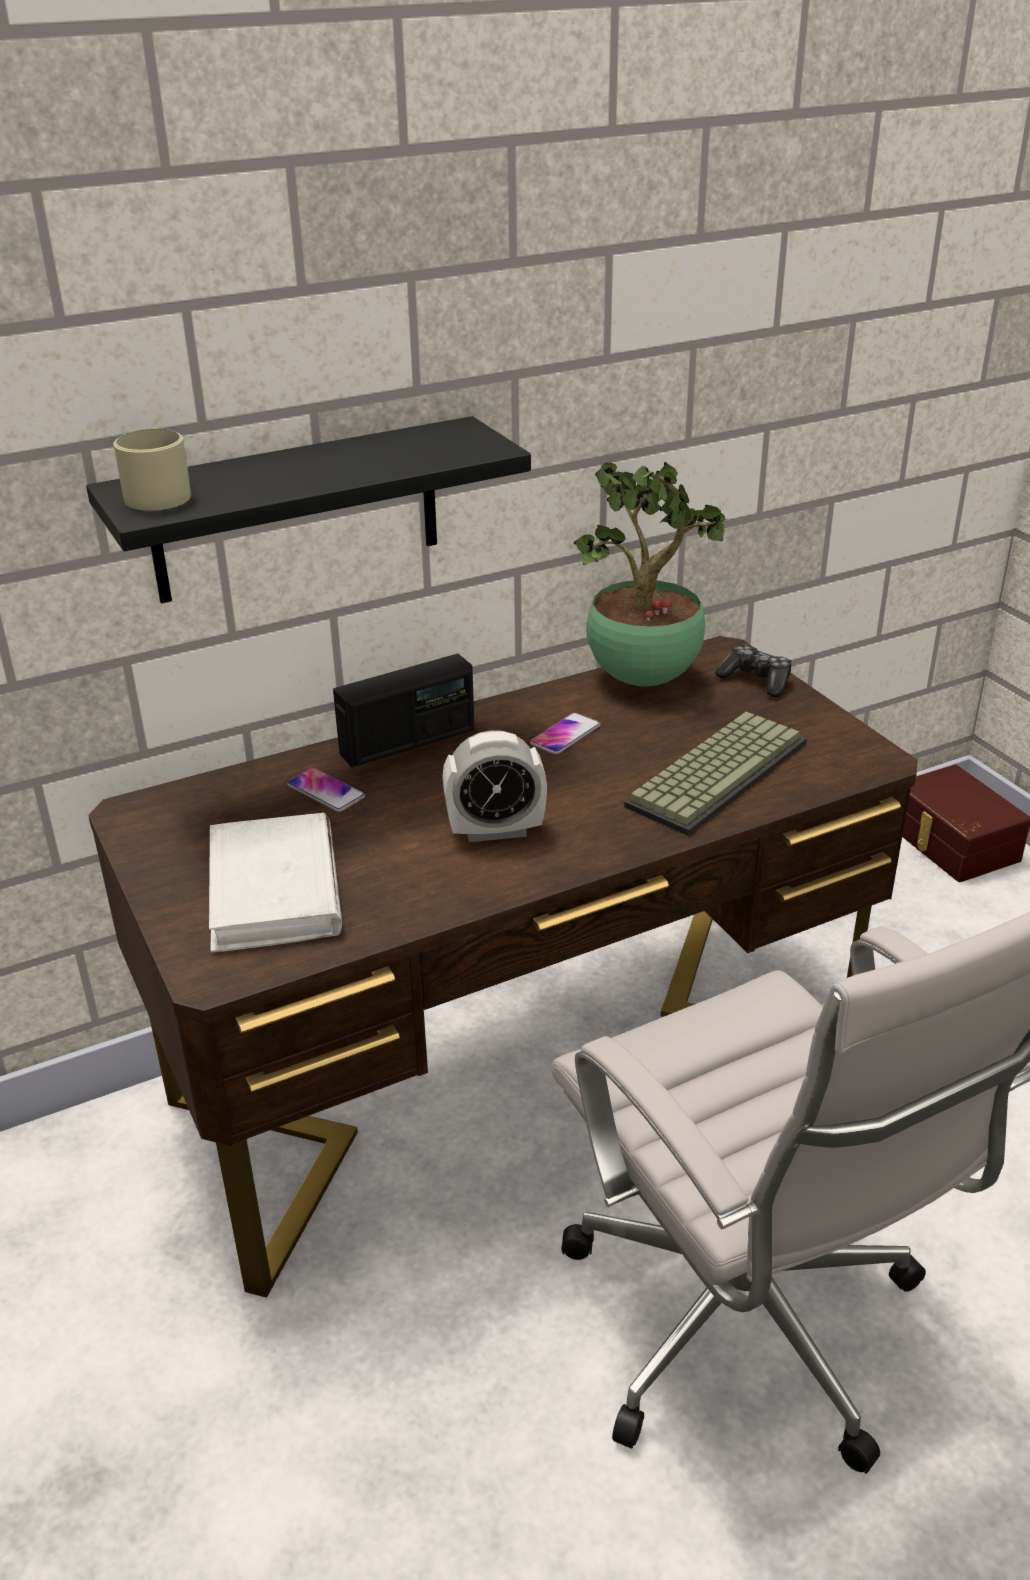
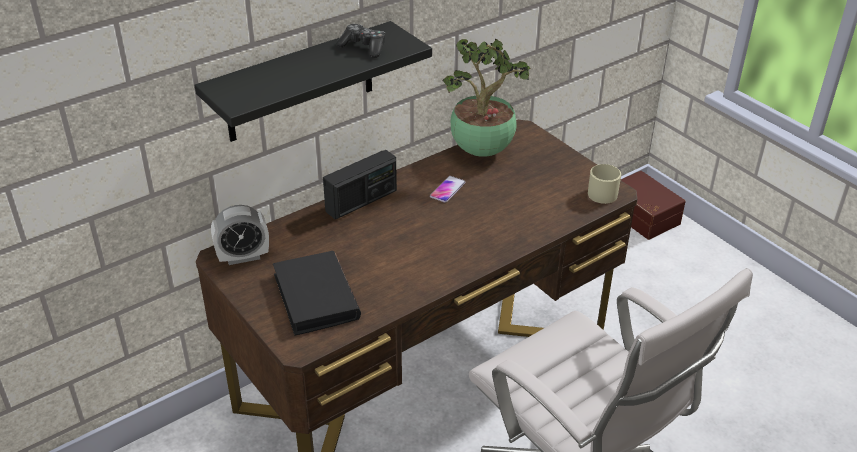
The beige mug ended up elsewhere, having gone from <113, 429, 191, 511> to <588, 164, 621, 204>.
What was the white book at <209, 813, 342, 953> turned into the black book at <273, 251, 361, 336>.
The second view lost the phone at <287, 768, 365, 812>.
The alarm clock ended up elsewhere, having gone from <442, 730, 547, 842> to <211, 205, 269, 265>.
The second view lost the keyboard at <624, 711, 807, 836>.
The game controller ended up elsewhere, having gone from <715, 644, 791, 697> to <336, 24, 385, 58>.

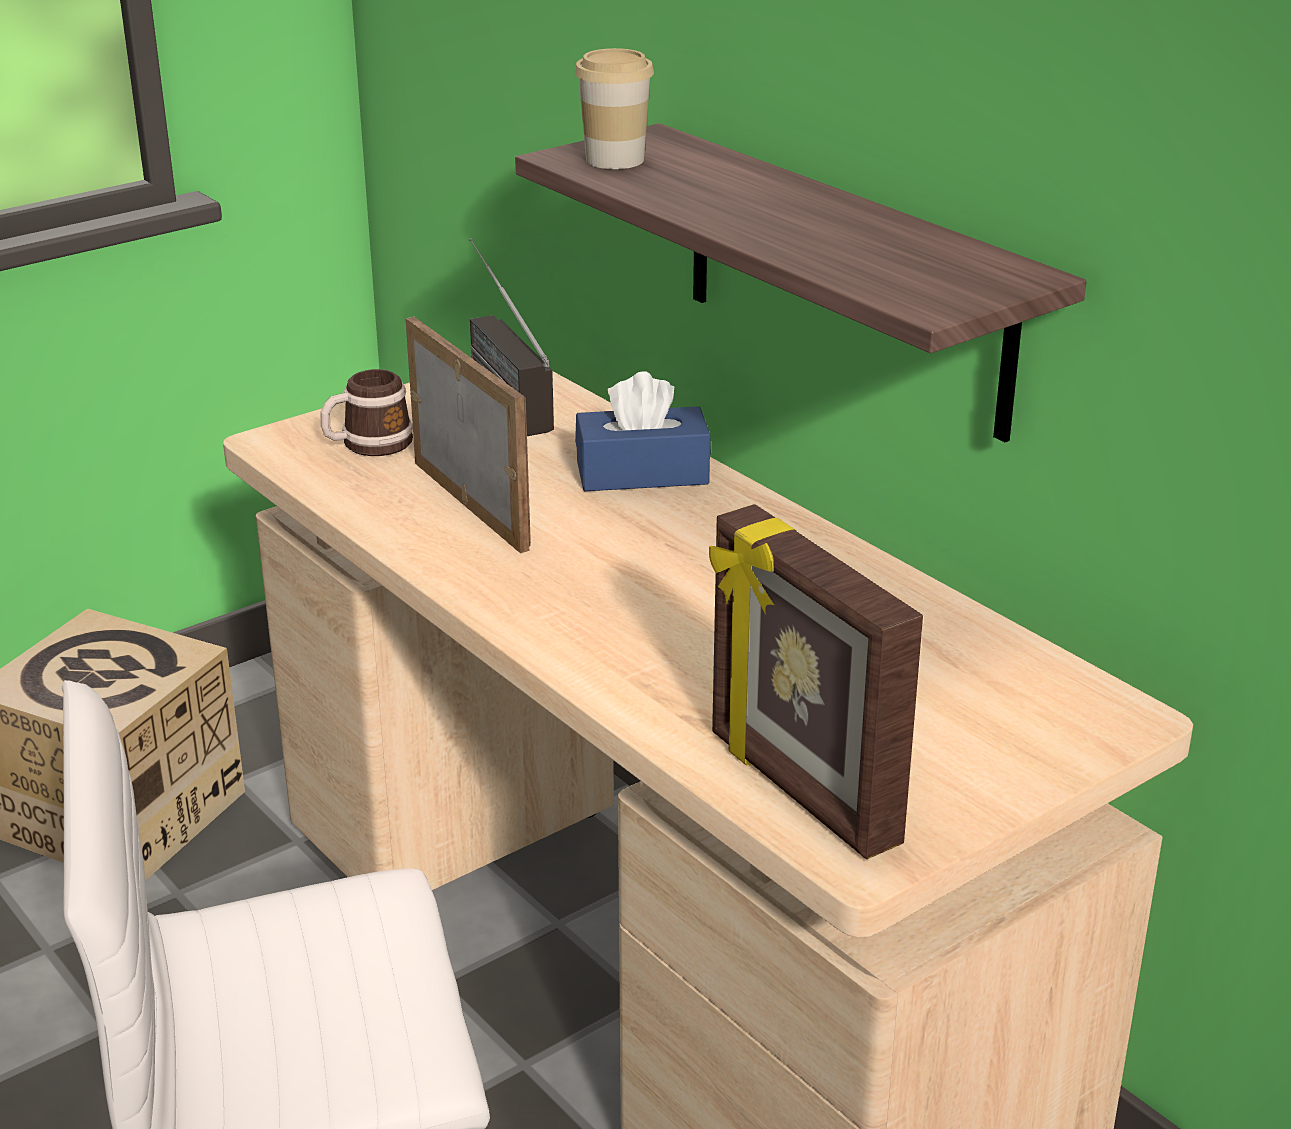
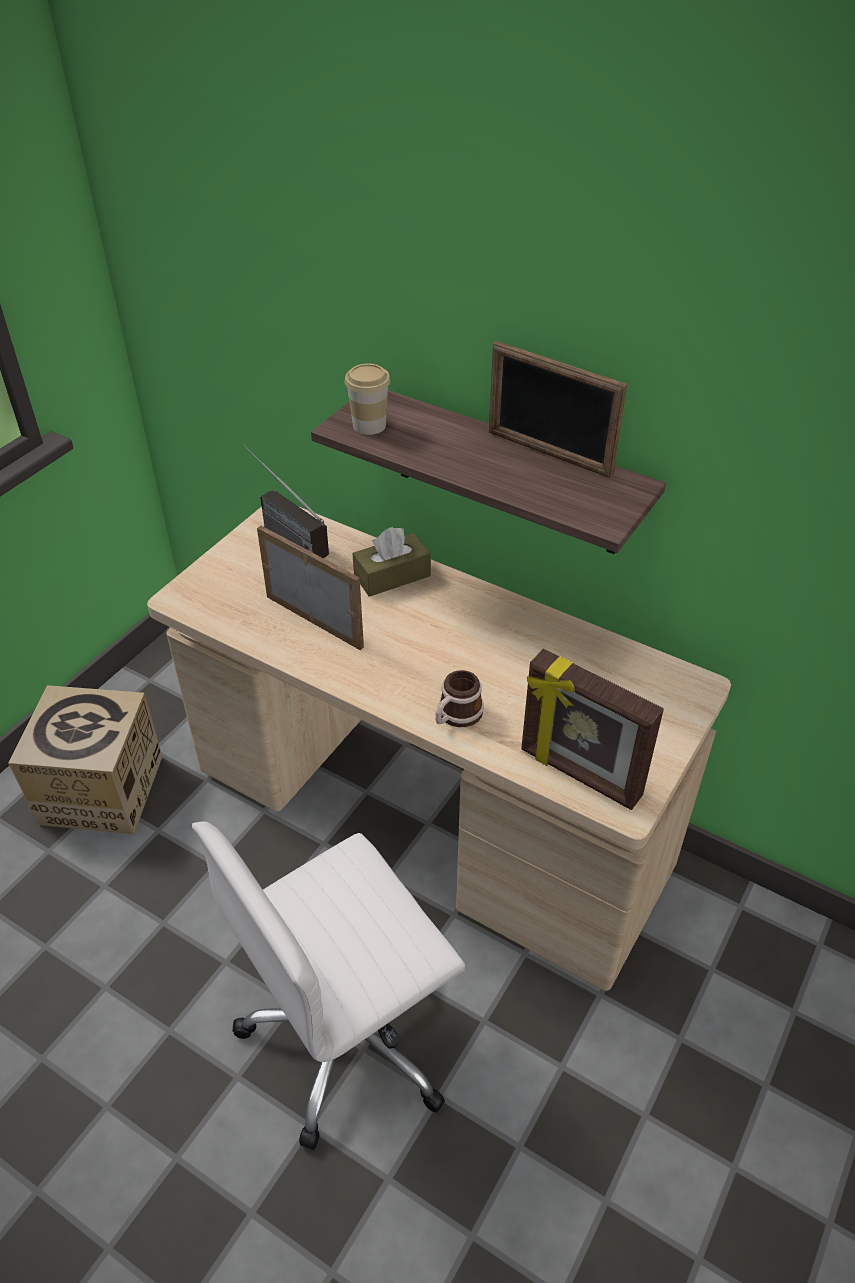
The mug ended up elsewhere, having gone from <321, 369, 413, 456> to <435, 670, 484, 727>.
What was the blue tissue box at <575, 372, 711, 491> turned into the brown tissue box at <352, 527, 431, 597>.
The second view gained the picture frame at <489, 341, 627, 478>.

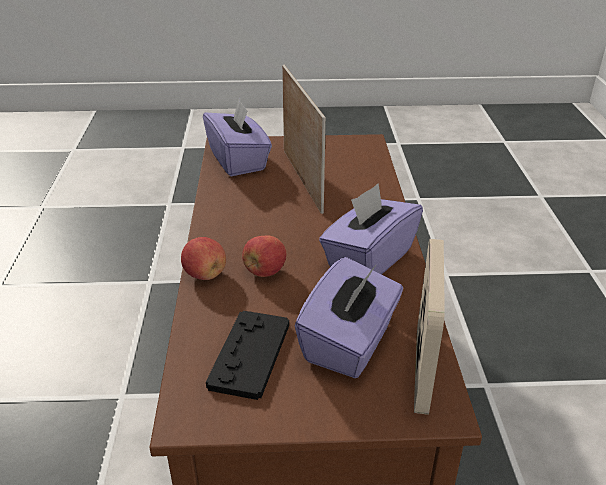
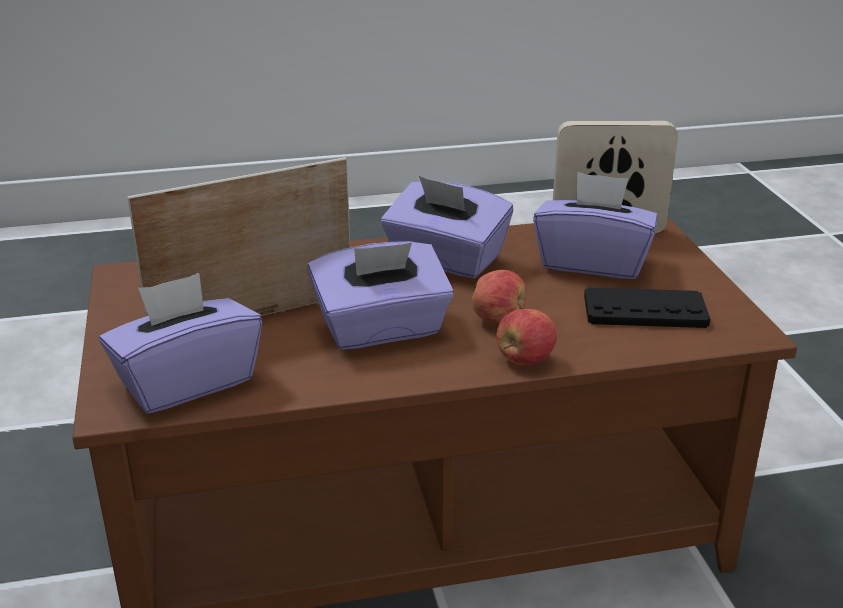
The second view gained the purple tissue box at <308, 241, 454, 350>.

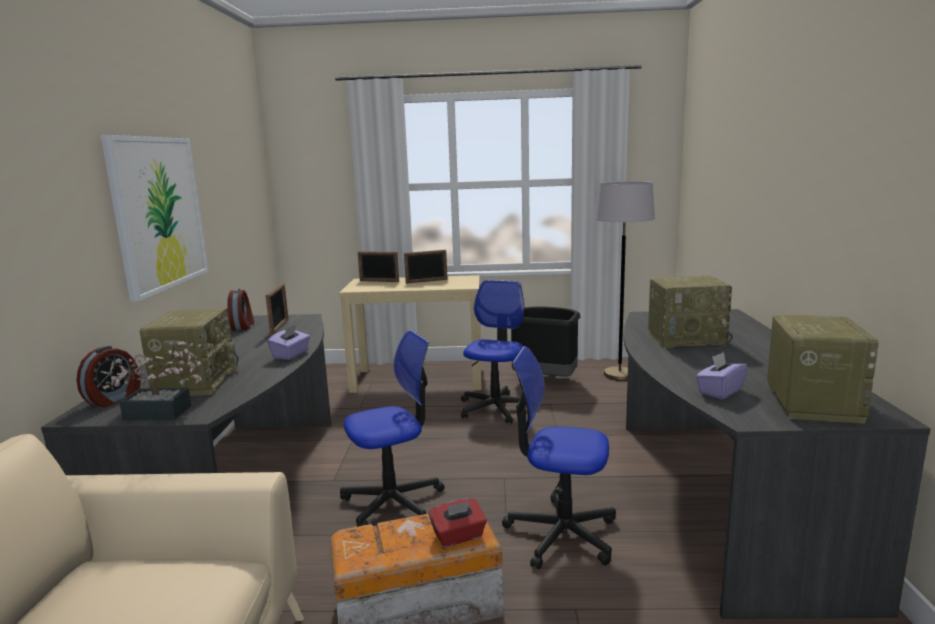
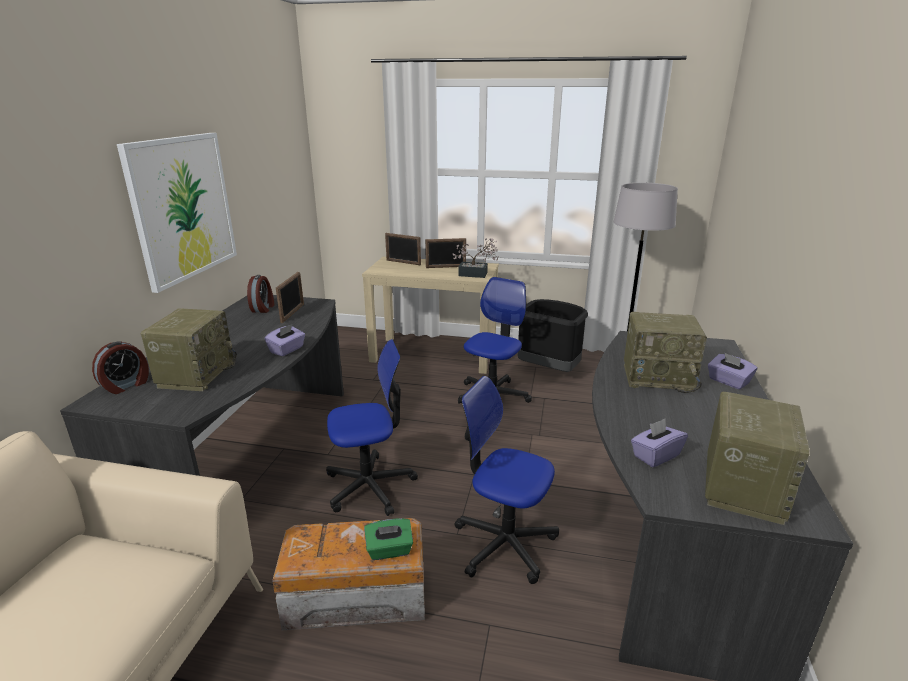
The potted plant ended up elsewhere, having gone from <103, 341, 201, 421> to <453, 238, 498, 278>.
What was the red tissue box at <429, 499, 487, 547> turned into the green tissue box at <364, 518, 413, 560>.
The second view gained the purple tissue box at <708, 353, 758, 390>.

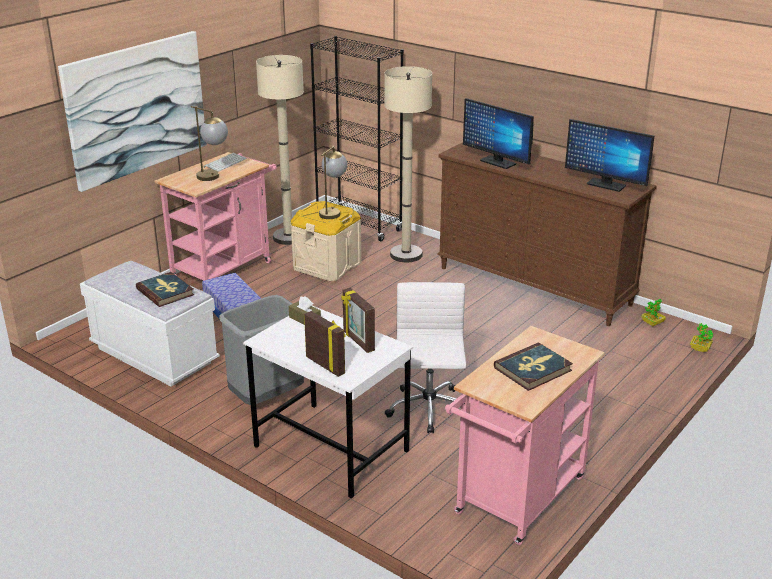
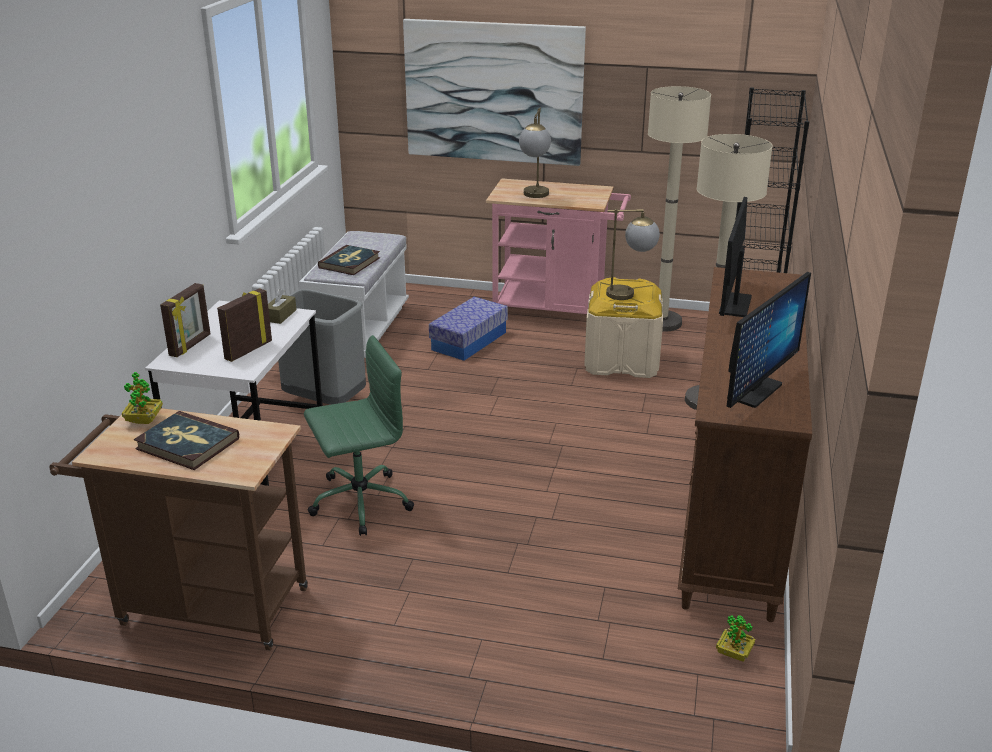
The second view lost the keyboard at <203, 153, 247, 172>.
What was the white office chair at <385, 282, 466, 433> turned into the green office chair at <304, 335, 414, 536>.
What was the pink cart at <445, 326, 605, 545> turned into the brown cart at <50, 408, 308, 650>.
The monitor at <565, 119, 654, 192> ended up facing another way, 150 degrees counterclockwise from before.
The potted plant ended up elsewhere, having gone from <690, 323, 713, 352> to <122, 372, 163, 424>.

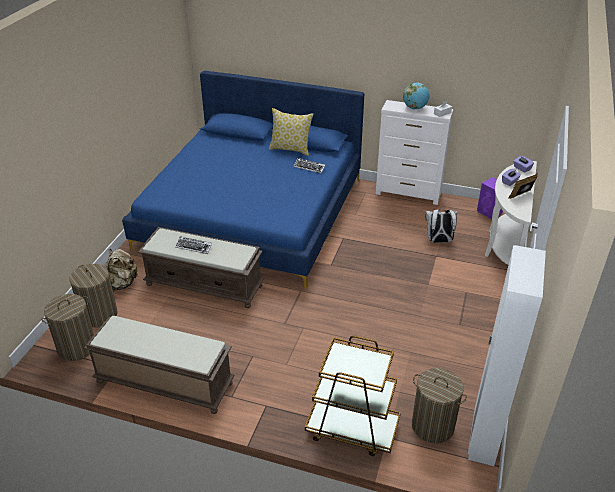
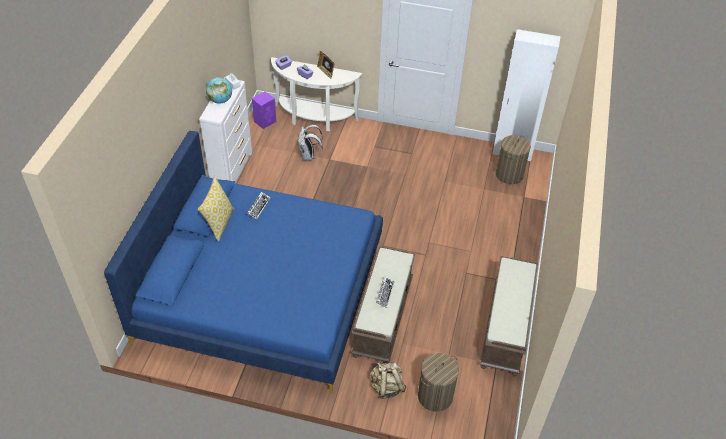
The second view lost the laundry basket at <41, 294, 94, 361>.
The second view lost the brown cart at <305, 336, 401, 456>.

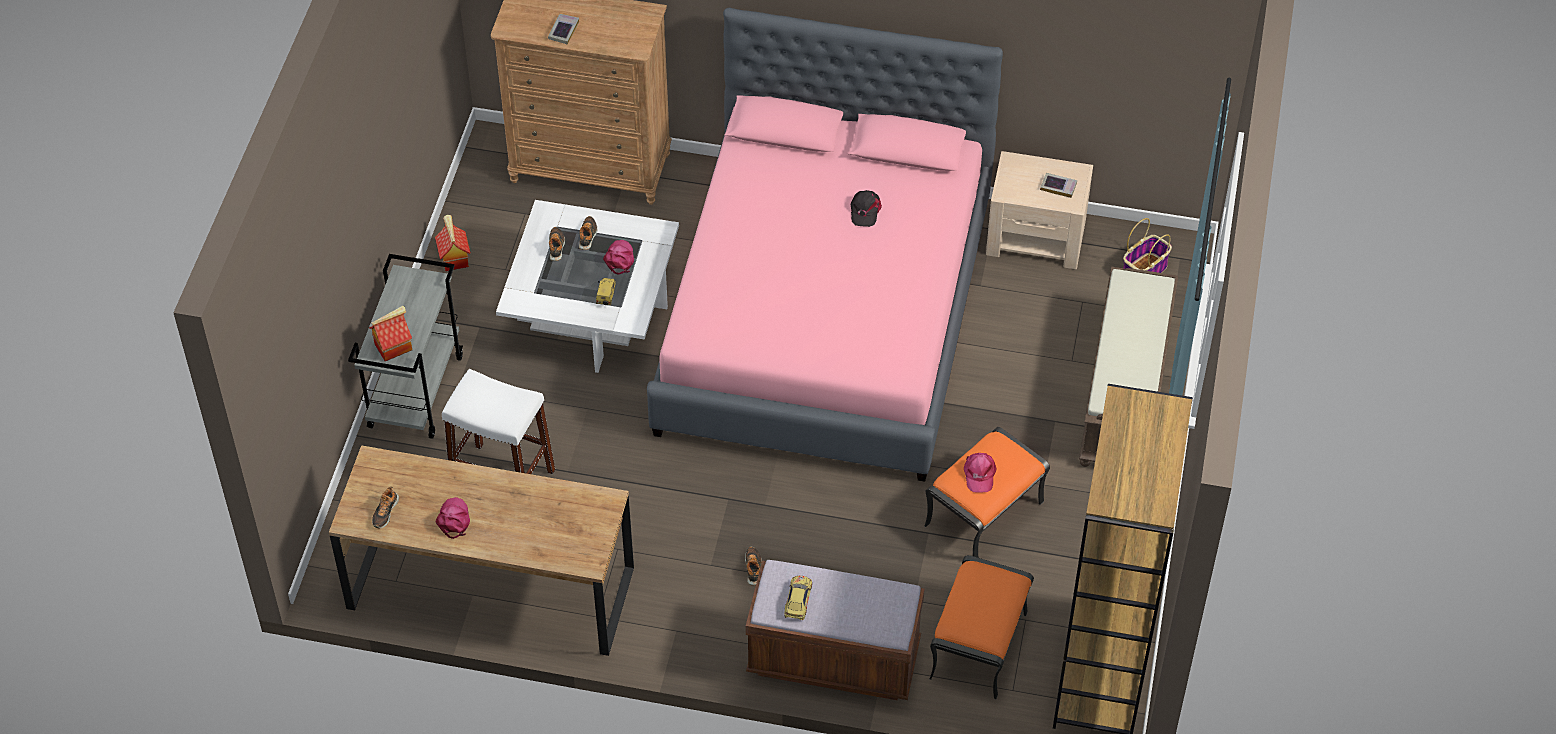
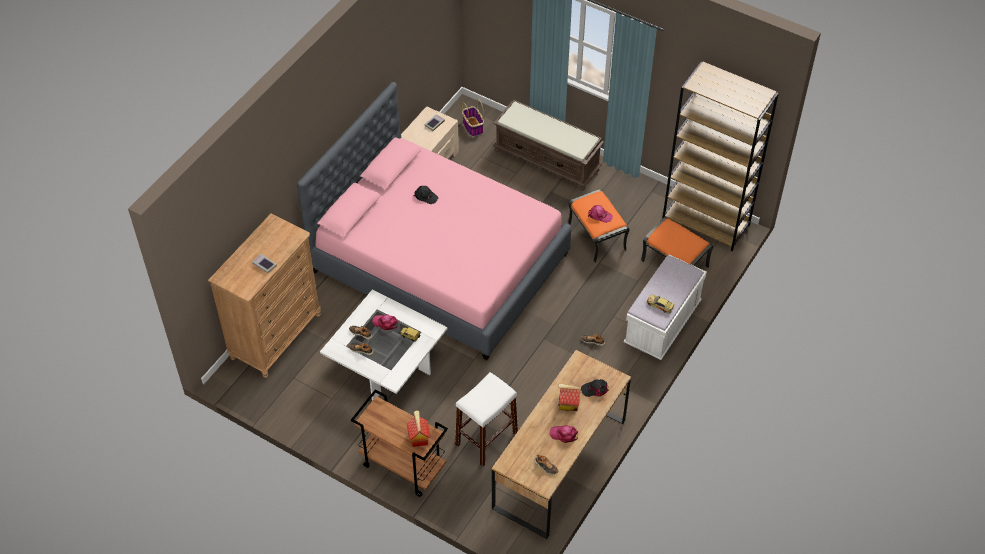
What was the grey cart at <348, 254, 463, 439> turned into the brown cart at <351, 389, 448, 497>.
The toy house ended up elsewhere, having gone from <435, 215, 471, 271> to <559, 384, 581, 411>.
What was the brown bench at <746, 560, 925, 700> turned into the white bench at <624, 255, 707, 360>.
The second view gained the black cap at <581, 379, 609, 397>.

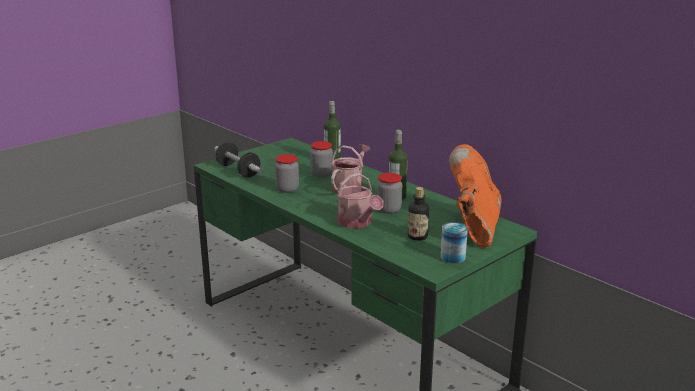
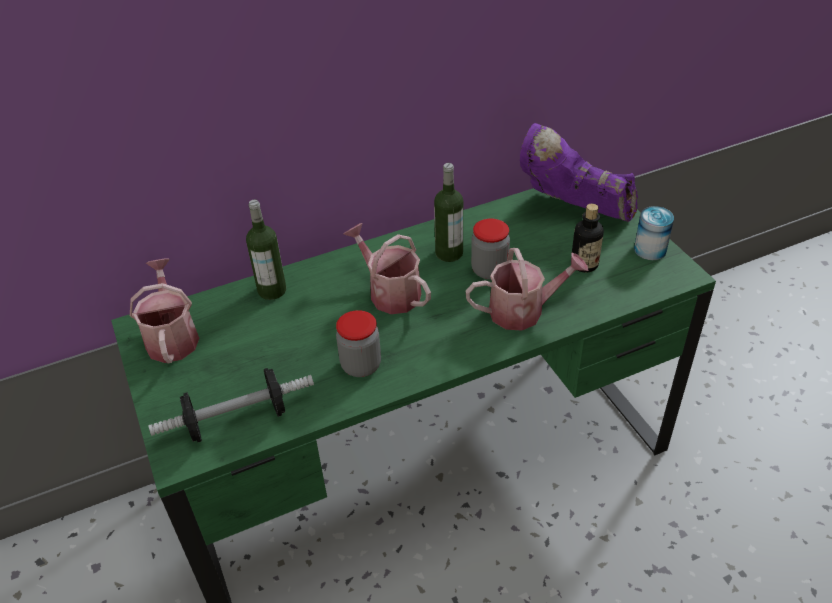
The second view lost the jar at <310, 141, 333, 178>.
What was the orange boot at <449, 144, 502, 248> turned into the purple boot at <520, 123, 638, 222>.
The second view gained the watering can at <130, 258, 199, 363>.

